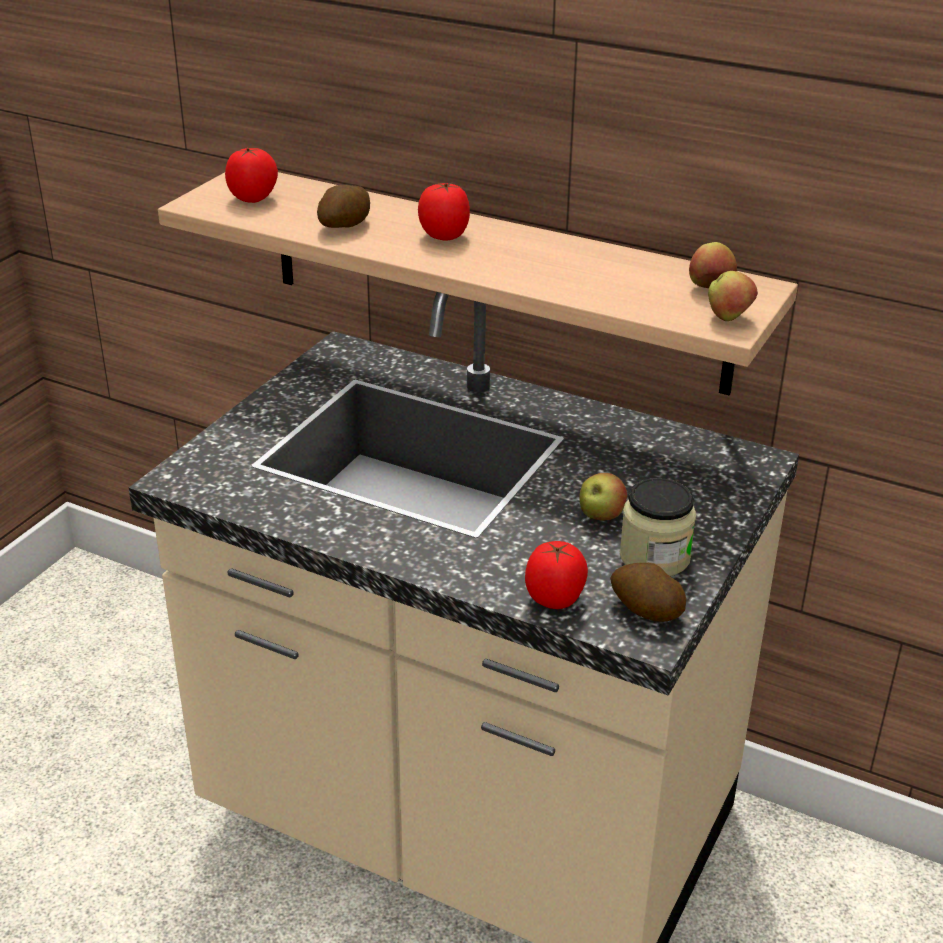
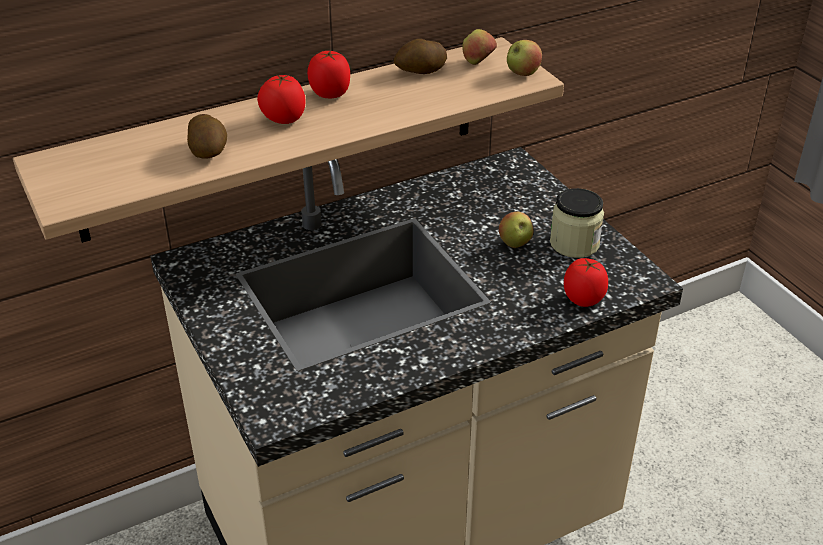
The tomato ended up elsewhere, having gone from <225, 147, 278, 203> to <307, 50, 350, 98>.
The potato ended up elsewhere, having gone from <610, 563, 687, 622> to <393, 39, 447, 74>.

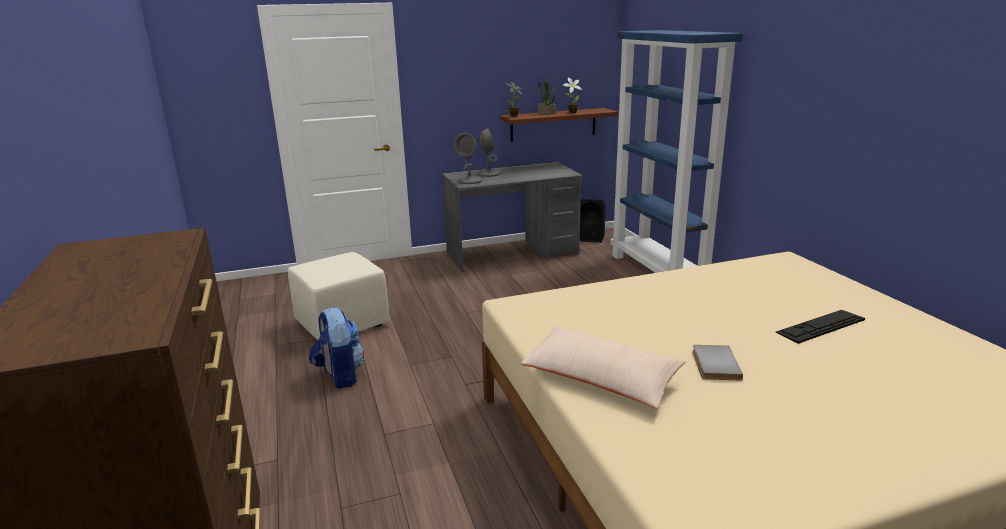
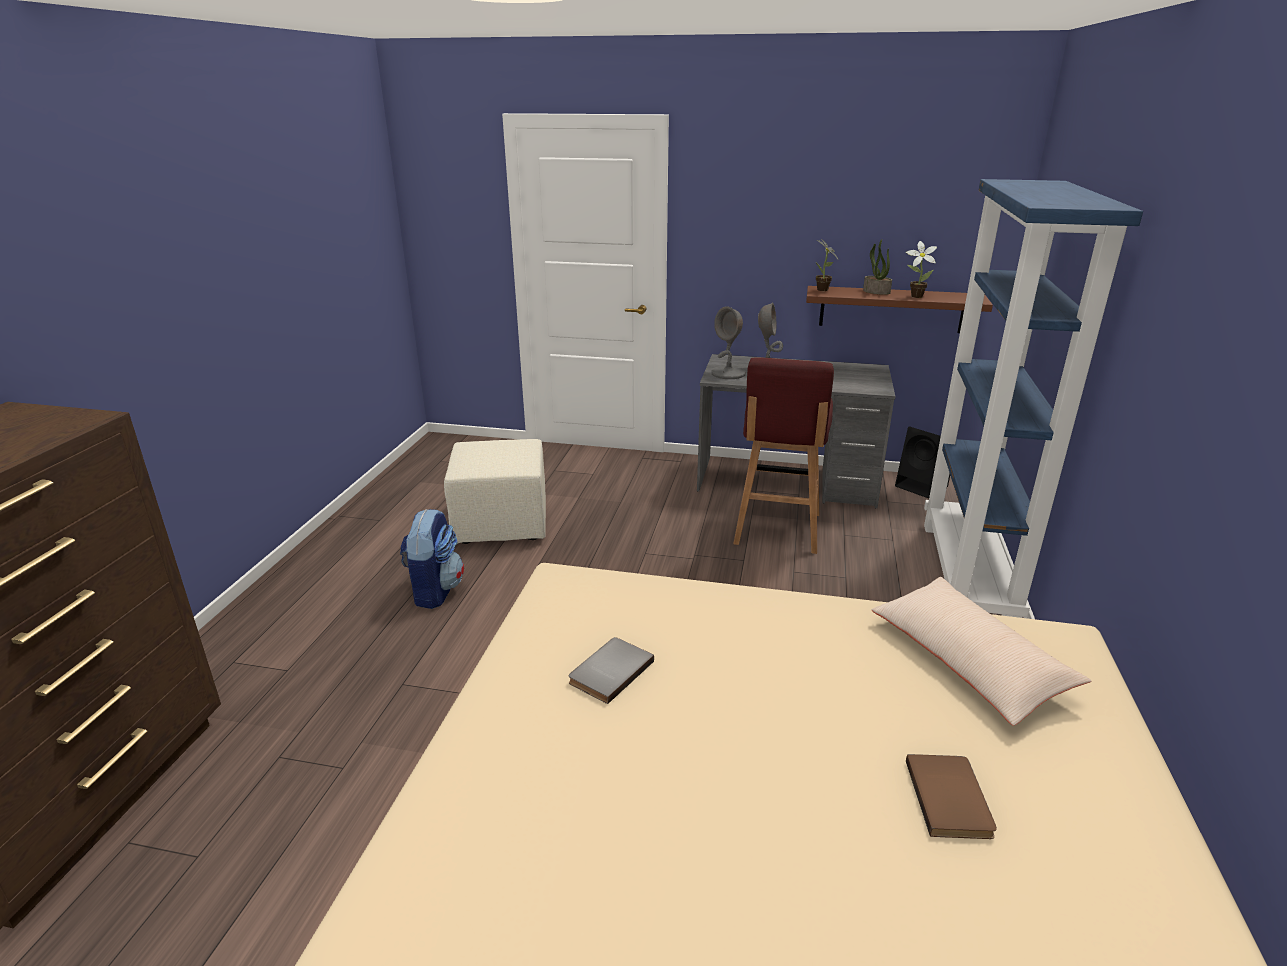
The beige pillow ended up elsewhere, having gone from <521, 325, 686, 409> to <872, 577, 1091, 726>.
The grey book ended up elsewhere, having gone from <692, 345, 743, 380> to <569, 637, 654, 704>.
Where the keyboard stood at <776, 310, 865, 344>, the brown book came to stand at <906, 754, 997, 839>.
The second view gained the red stool at <733, 358, 834, 554>.

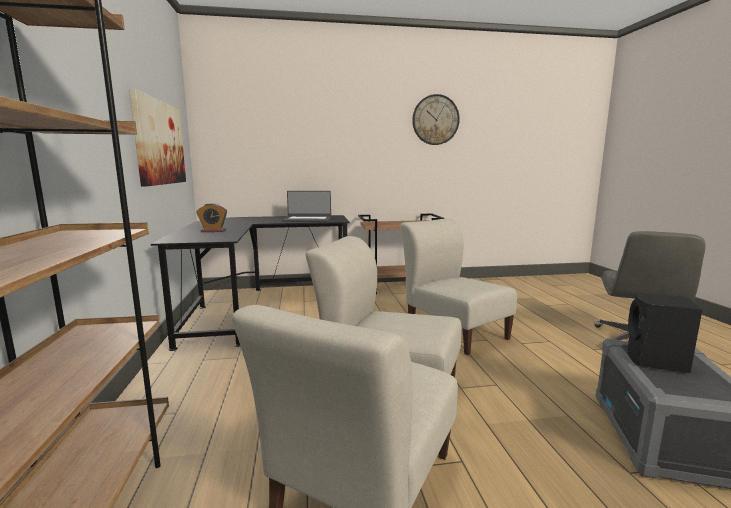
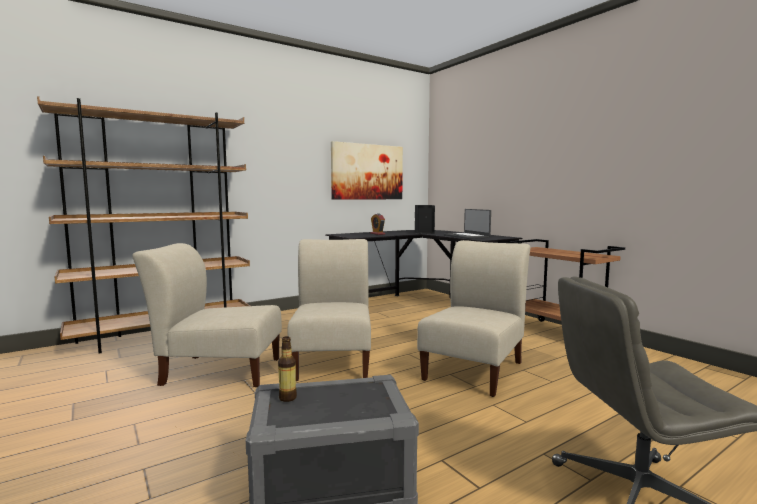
The second view lost the wall clock at <412, 94, 460, 145>.
The black speaker ended up elsewhere, having gone from <627, 292, 702, 373> to <415, 205, 435, 234>.
The second view gained the bottle at <278, 336, 297, 402>.

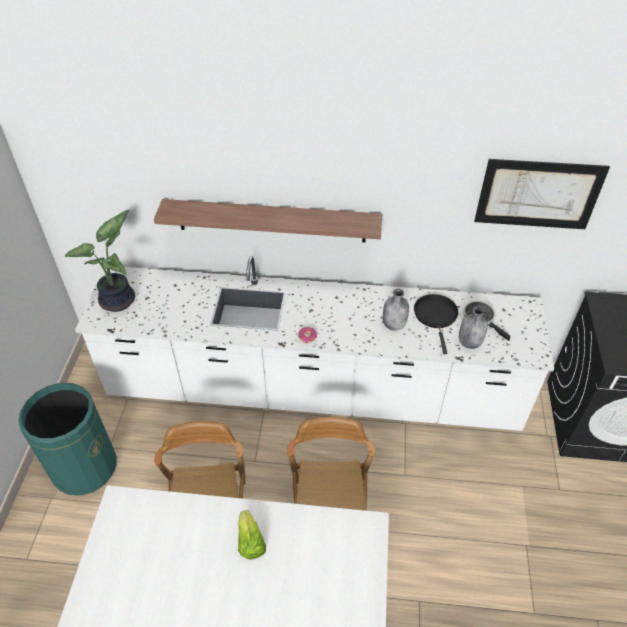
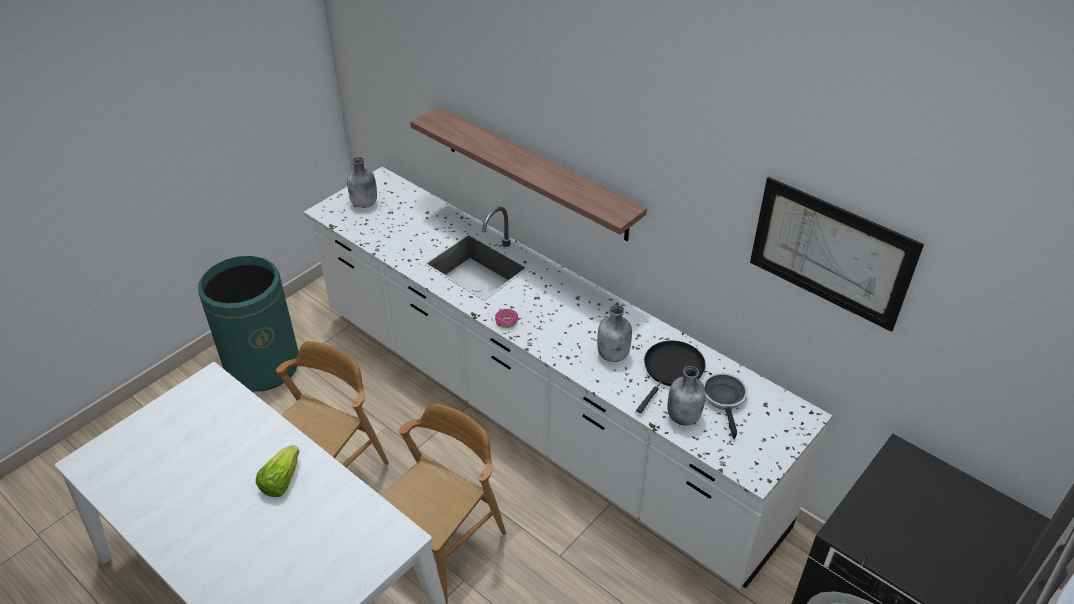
Where the potted plant stood at <64, 209, 135, 312>, the grey bottle came to stand at <347, 157, 377, 208>.

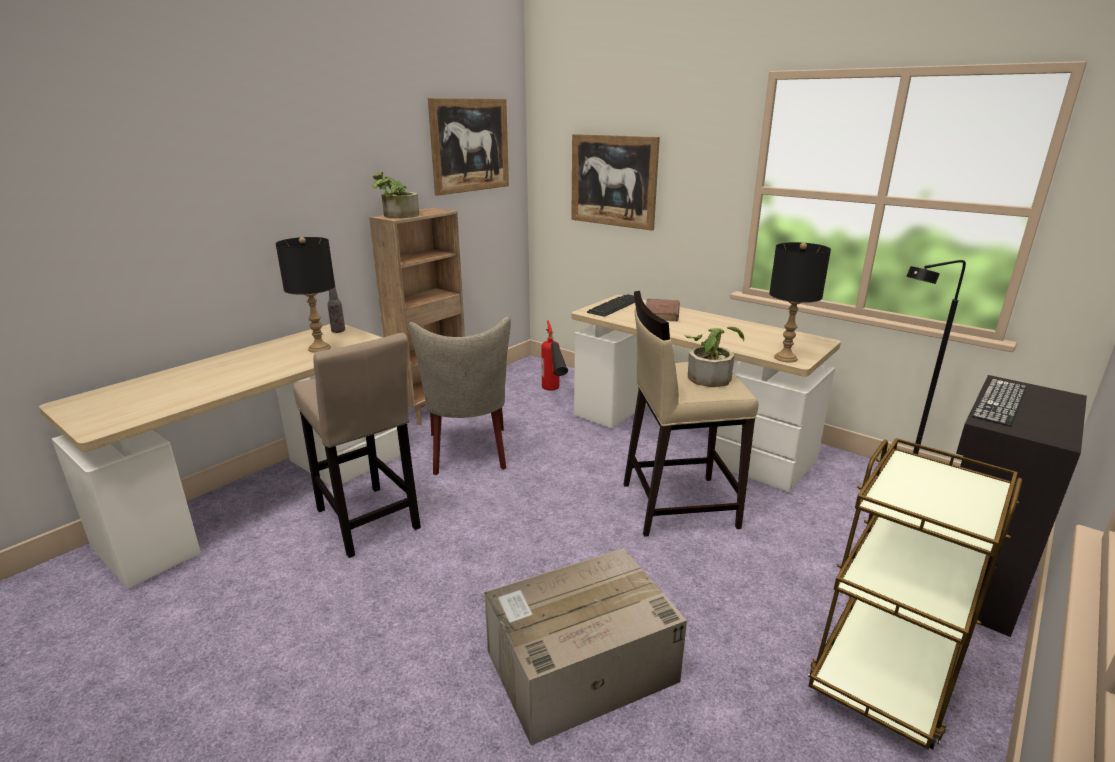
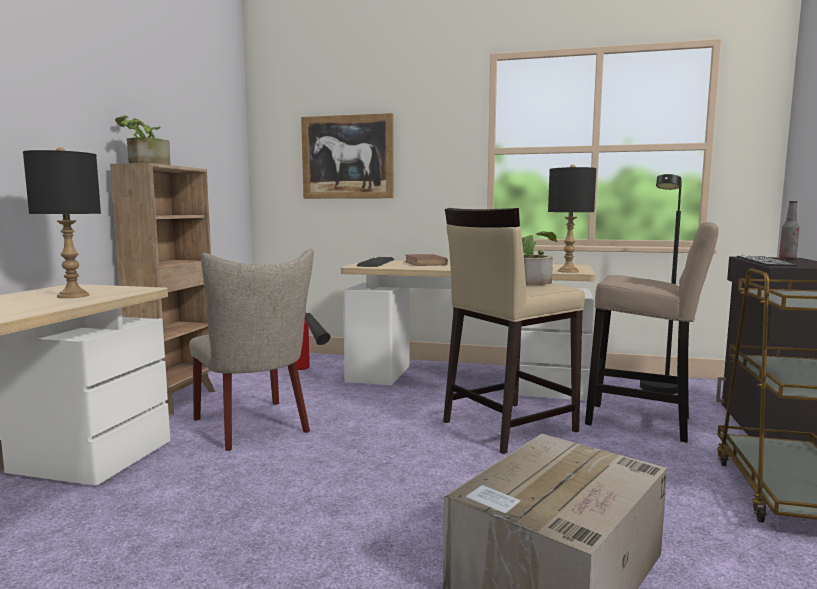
The beige stool ended up elsewhere, having gone from <293, 333, 421, 558> to <585, 222, 719, 443>.
The bottle ended up elsewhere, having gone from <327, 281, 345, 333> to <779, 201, 800, 259>.
The second view lost the picture at <428, 98, 509, 196>.

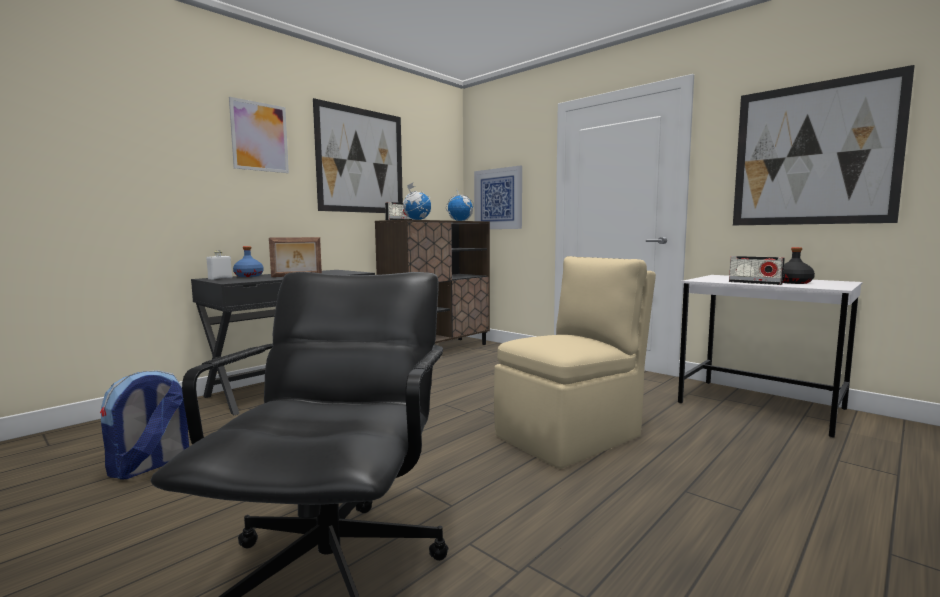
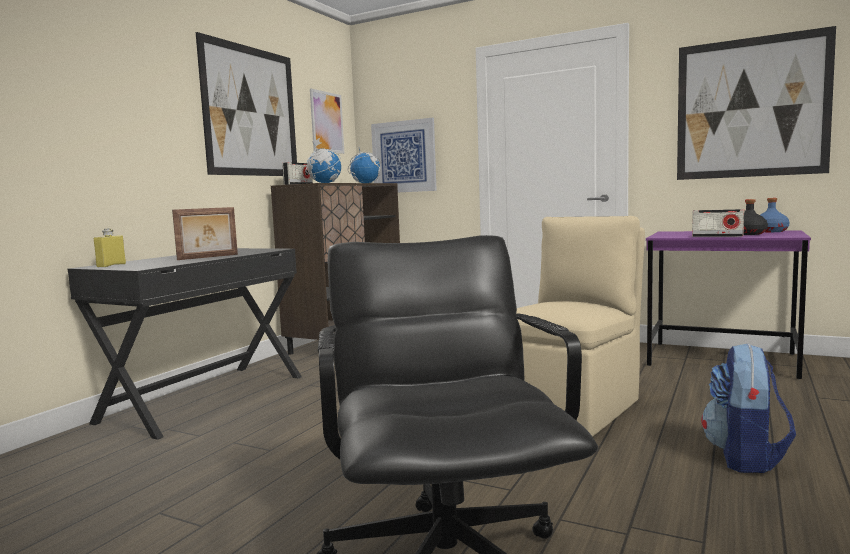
The backpack ended up elsewhere, having gone from <100, 370, 189, 480> to <701, 343, 796, 473>.
What was the white bottle at <206, 250, 232, 280> turned into the yellow bottle at <94, 228, 126, 267>.
The picture ended up elsewhere, having gone from <229, 97, 289, 173> to <310, 89, 344, 154>.
The blue bottle ended up elsewhere, having gone from <233, 246, 264, 277> to <760, 198, 789, 232>.
What was the white desk at <678, 275, 863, 438> turned into the purple desk at <646, 230, 811, 380>.

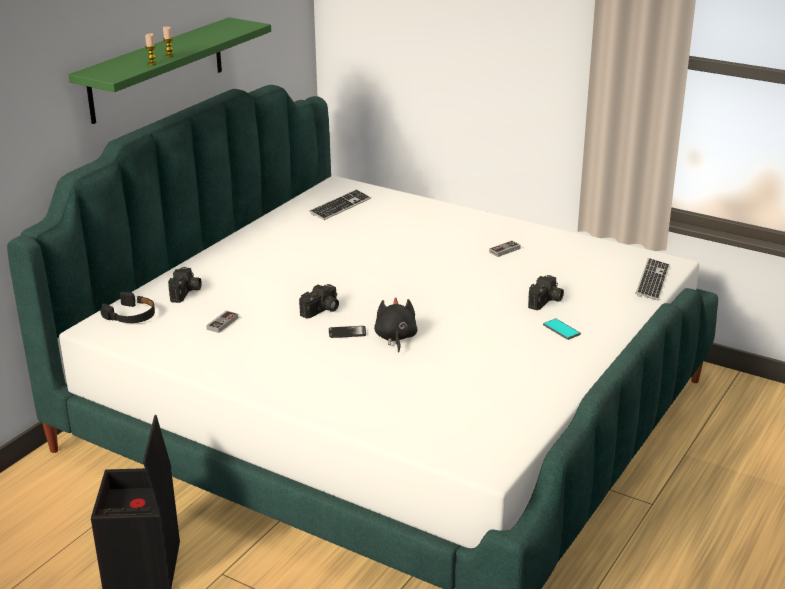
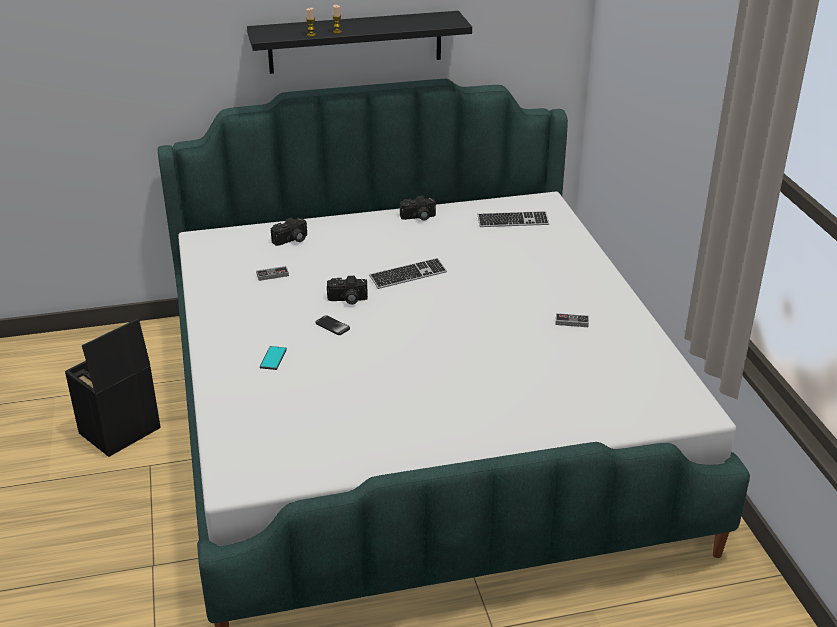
What was the green shelf at <68, 17, 271, 124> turned into the black shelf at <247, 11, 472, 74>.
The second view lost the black headphones at <100, 291, 155, 323>.
The second view lost the black plush toy at <374, 297, 418, 353>.
The photo camera ended up elsewhere, having gone from <528, 275, 564, 310> to <400, 196, 436, 220>.
The phone ended up elsewhere, having gone from <543, 318, 581, 340> to <260, 346, 287, 370>.
The keyboard ended up elsewhere, having gone from <636, 258, 670, 301> to <369, 258, 447, 289>.

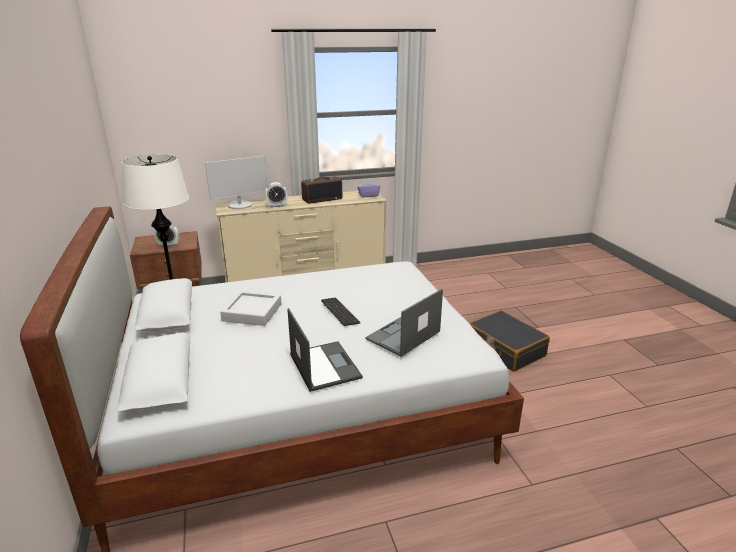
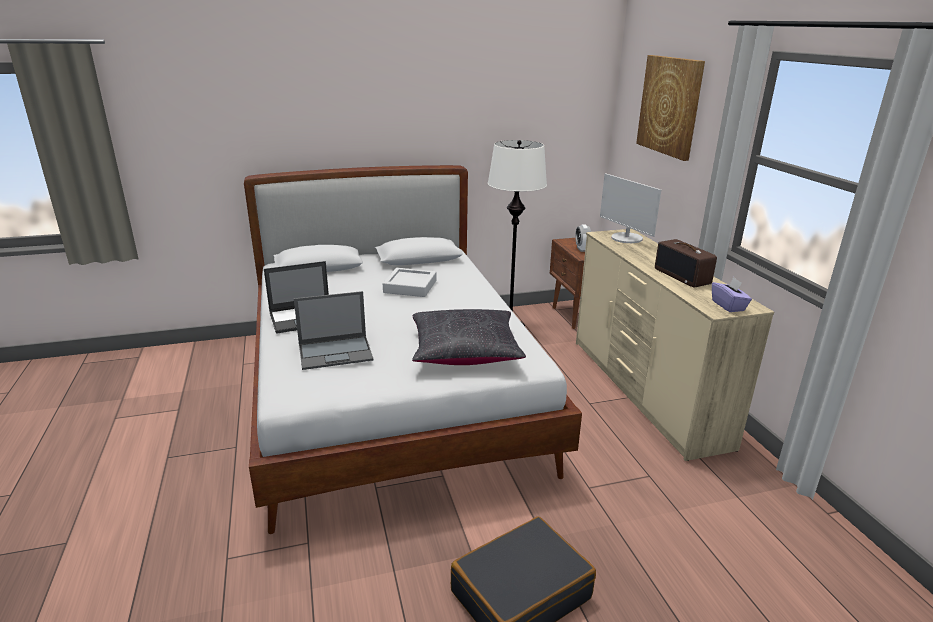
The second view lost the alarm clock at <265, 182, 288, 207>.
The second view lost the keyboard at <321, 297, 361, 326>.
The laptop at <365, 289, 443, 357> ended up facing another way, 120 degrees clockwise from before.
The second view gained the black pillow at <412, 309, 526, 365>.
The second view gained the picture at <636, 55, 705, 161>.

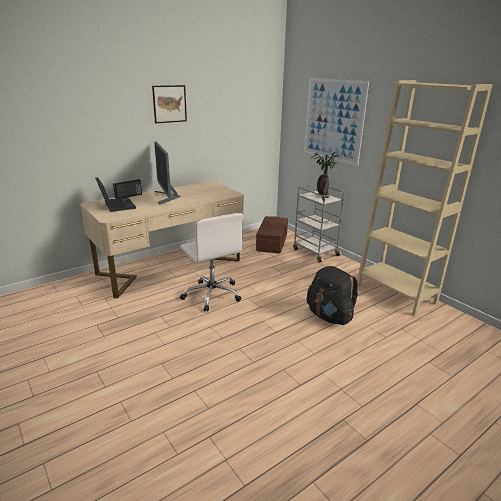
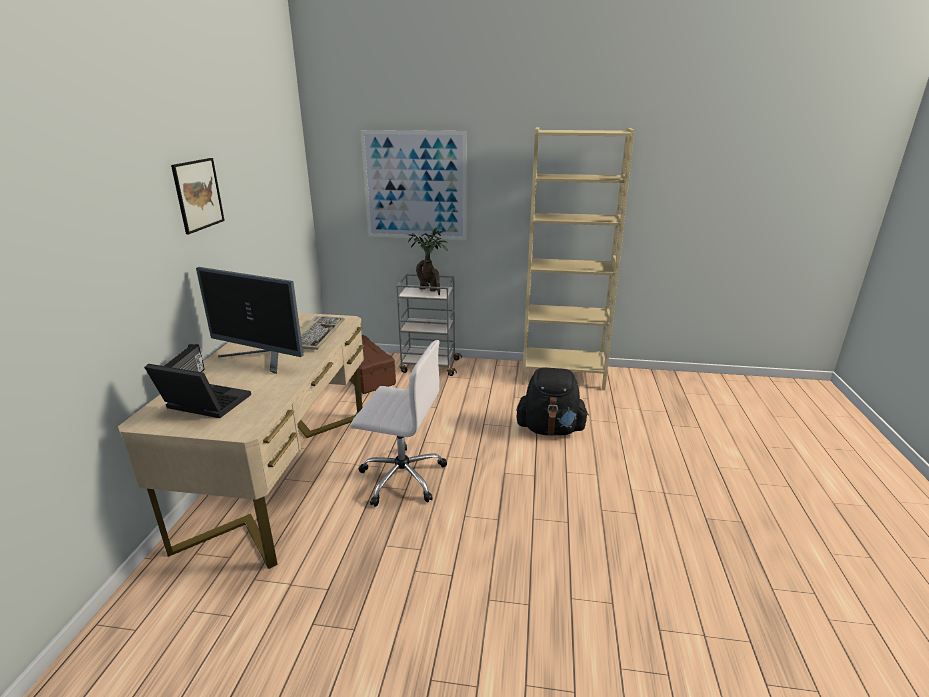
The second view gained the keyboard at <300, 316, 345, 350>.

